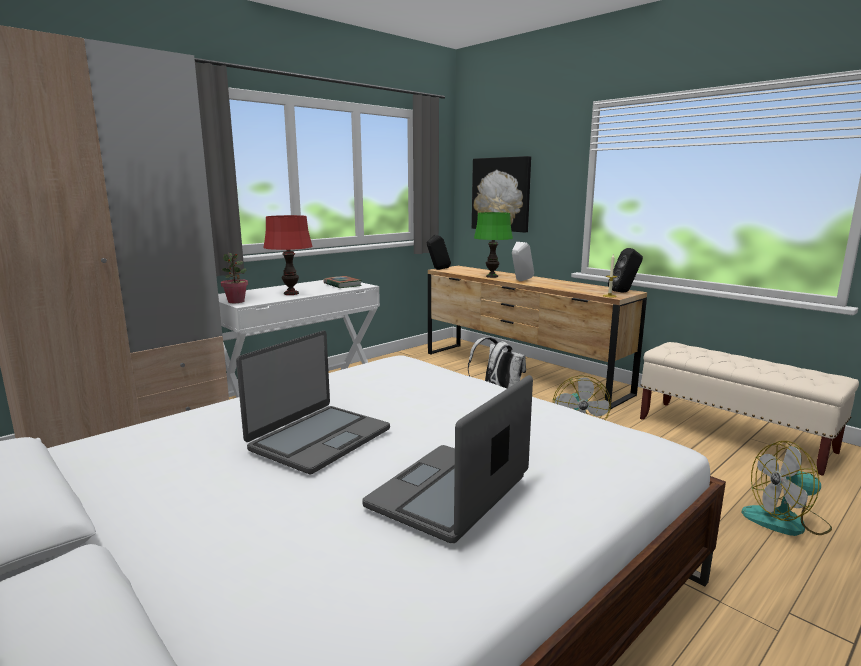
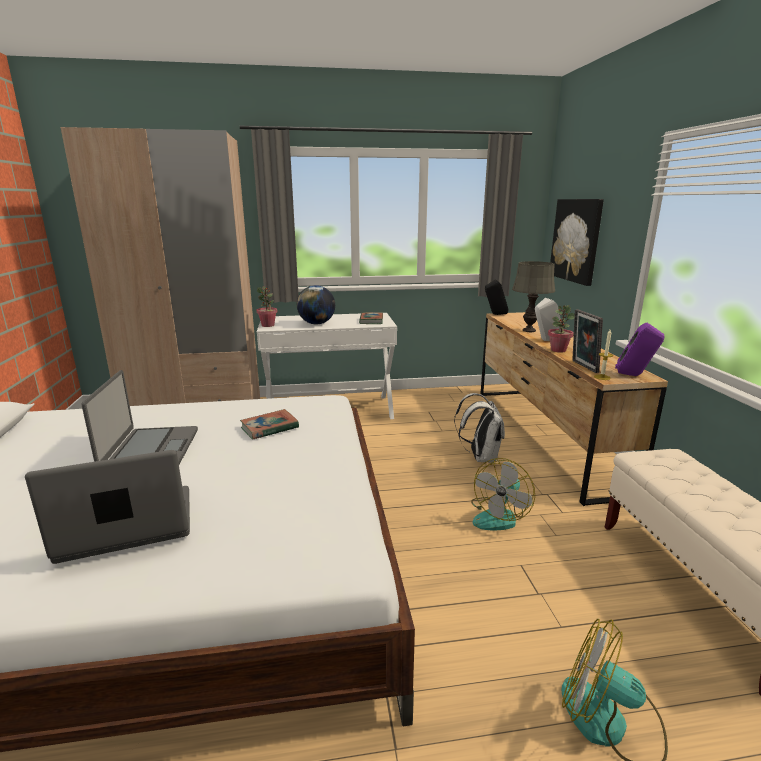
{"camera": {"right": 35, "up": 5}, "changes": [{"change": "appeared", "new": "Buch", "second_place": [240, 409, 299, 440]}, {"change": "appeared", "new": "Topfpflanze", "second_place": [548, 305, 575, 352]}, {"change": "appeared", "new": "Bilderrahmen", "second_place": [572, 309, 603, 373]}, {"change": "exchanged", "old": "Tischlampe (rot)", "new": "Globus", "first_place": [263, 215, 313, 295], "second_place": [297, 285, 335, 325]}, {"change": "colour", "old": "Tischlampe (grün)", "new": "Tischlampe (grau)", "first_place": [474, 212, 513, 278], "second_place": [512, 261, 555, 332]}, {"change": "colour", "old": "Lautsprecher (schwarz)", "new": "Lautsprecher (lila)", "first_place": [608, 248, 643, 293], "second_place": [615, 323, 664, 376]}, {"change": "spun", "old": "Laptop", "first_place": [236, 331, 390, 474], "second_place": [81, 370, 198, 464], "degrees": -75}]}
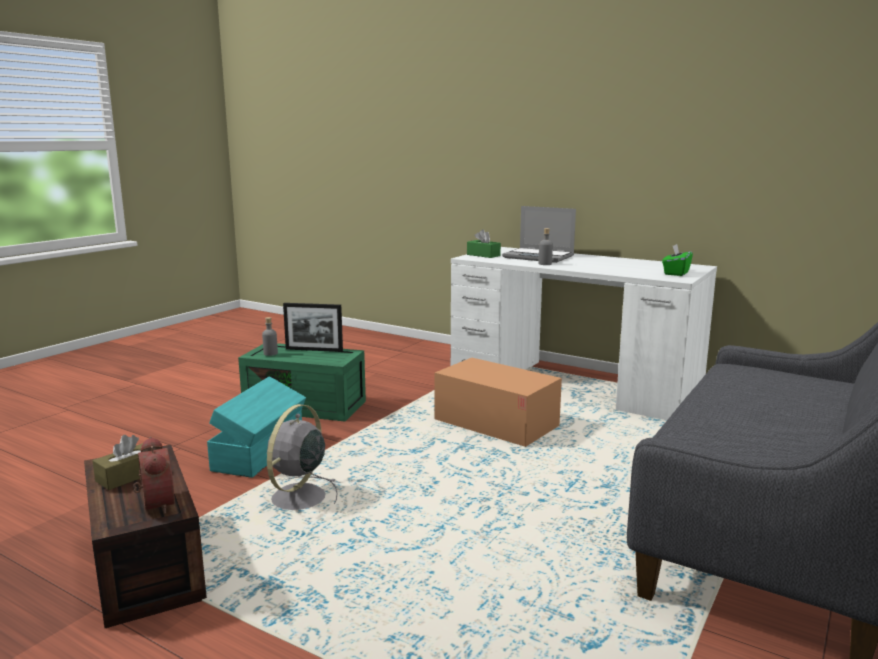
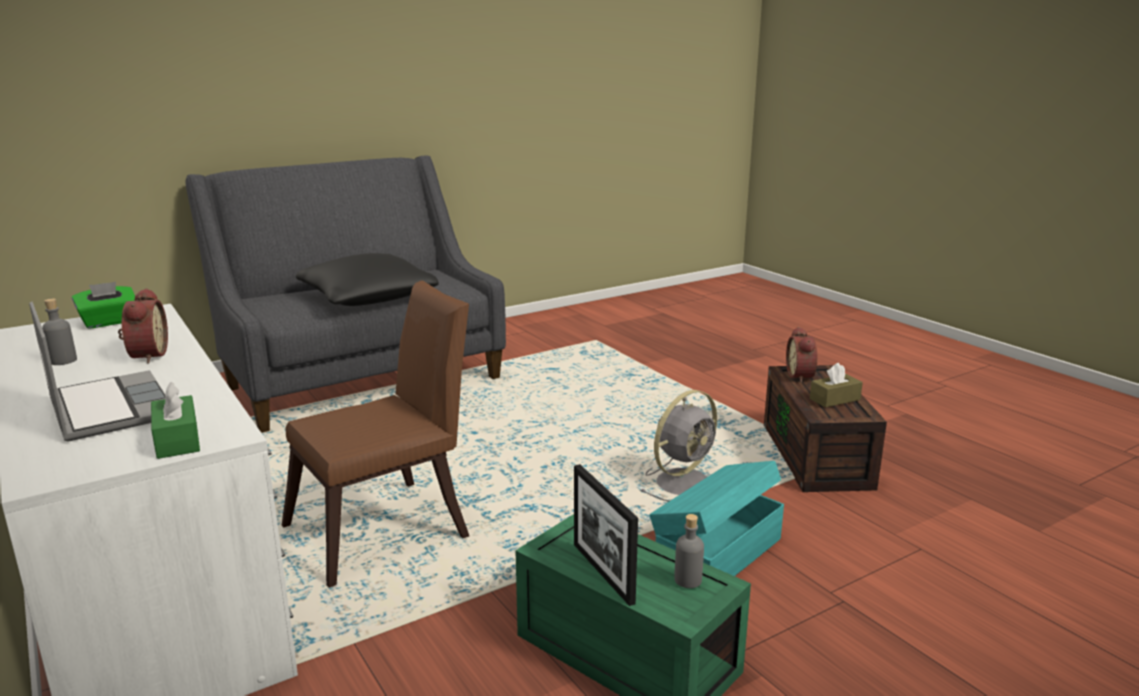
{"camera": {"right": -155, "up": 5}, "changes": [{"change": "appeared", "new": "Wecker", "second_place": [118, 288, 168, 364]}, {"change": "appeared", "new": "Kissen (schwarz)", "second_place": [296, 253, 439, 306]}, {"change": "relocated", "old": "Flasche (grau)", "first_place": [538, 228, 553, 265], "second_place": [42, 299, 77, 365]}, {"change": "exchanged", "old": "Karton", "new": "Stuhl (braun)", "first_place": [434, 358, 562, 447], "second_place": [282, 280, 469, 588]}, {"change": "spun", "old": "Bilderrahmen", "first_place": [283, 303, 343, 352], "second_place": [574, 464, 638, 606], "degrees": -150}]}
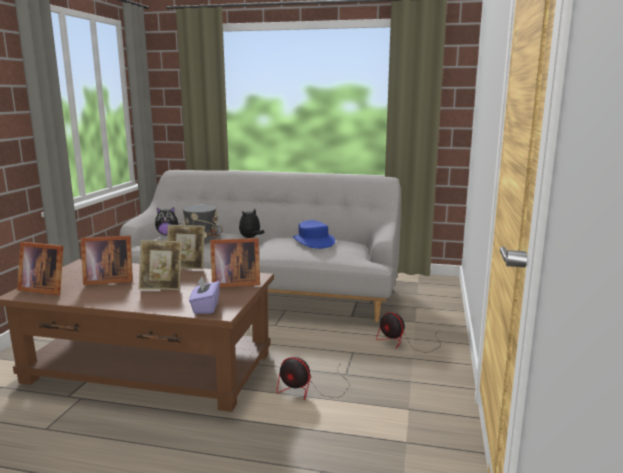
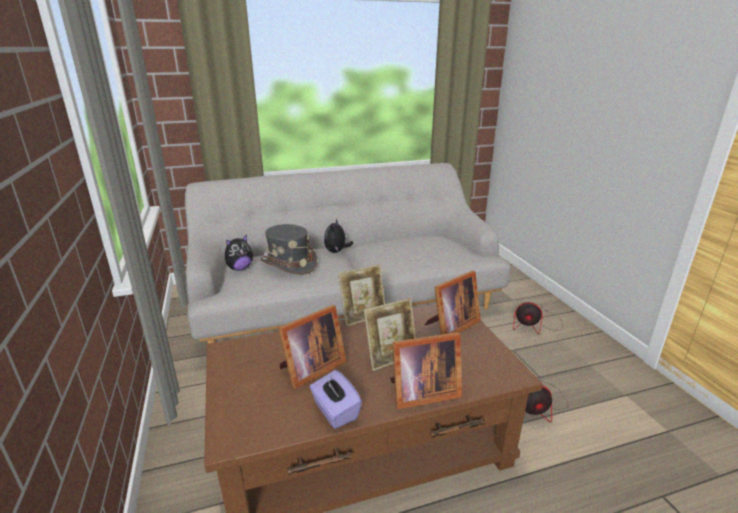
{"camera": {"right": -30, "up": 10}, "changes": [{"change": "missing", "old": "Hut (blau)", "first_place": [293, 220, 335, 249]}, {"change": "relocated", "old": "Bilderrahmen", "first_place": [17, 242, 63, 295], "second_place": [390, 332, 462, 409]}, {"change": "relocated", "old": "Taschentuchbox (lila)", "first_place": [189, 277, 220, 314], "second_place": [309, 370, 362, 429]}]}
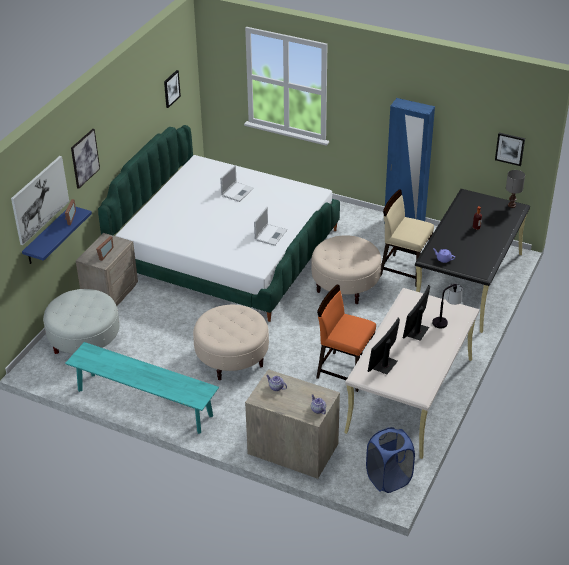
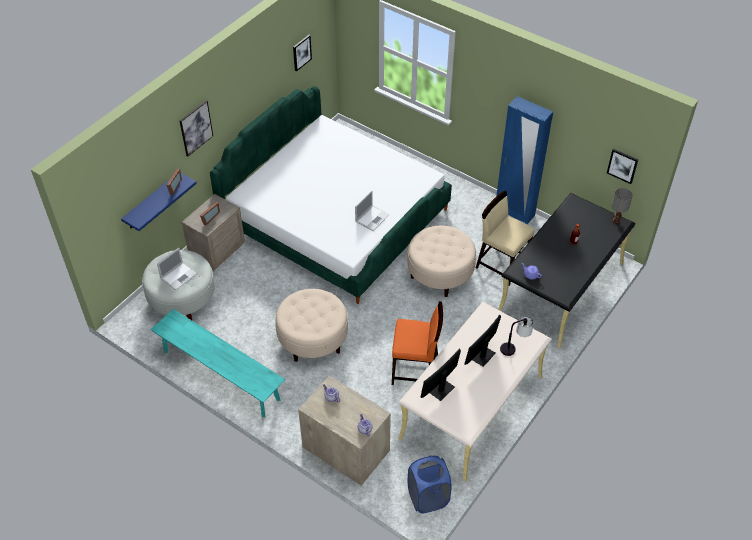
{"camera": {"right": 10, "up": 10}, "changes": [{"change": "missing", "old": "Bild", "first_place": [11, 156, 69, 245]}, {"change": "relocated", "old": "Laptop", "first_place": [220, 165, 254, 202], "second_place": [157, 248, 197, 290]}, {"change": "spun", "old": "Stuhl (orange)", "first_place": [316, 285, 376, 392], "second_place": [392, 301, 443, 385], "degrees": 150}]}
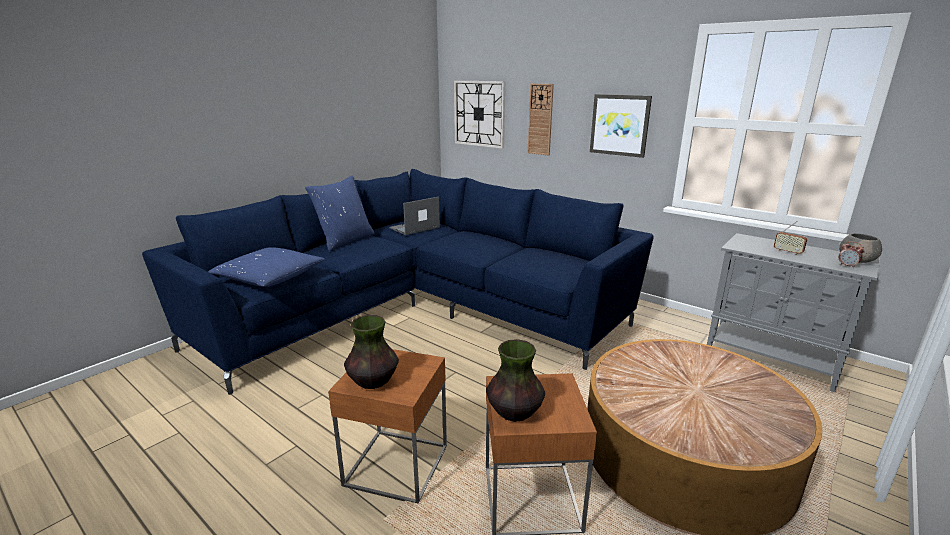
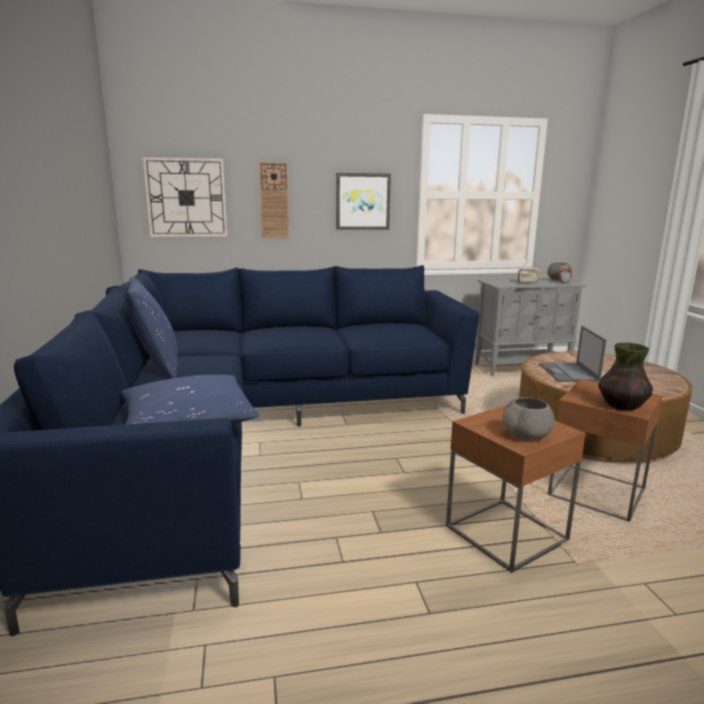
{"camera": {"right": -50, "up": -5}, "changes": [{"change": "relocated", "old": "Laptop", "first_place": [389, 197, 440, 235], "second_place": [539, 326, 606, 382]}, {"change": "exchanged", "old": "Vase", "new": "Schüssel (grau)", "first_place": [344, 315, 399, 389], "second_place": [503, 397, 555, 440]}]}
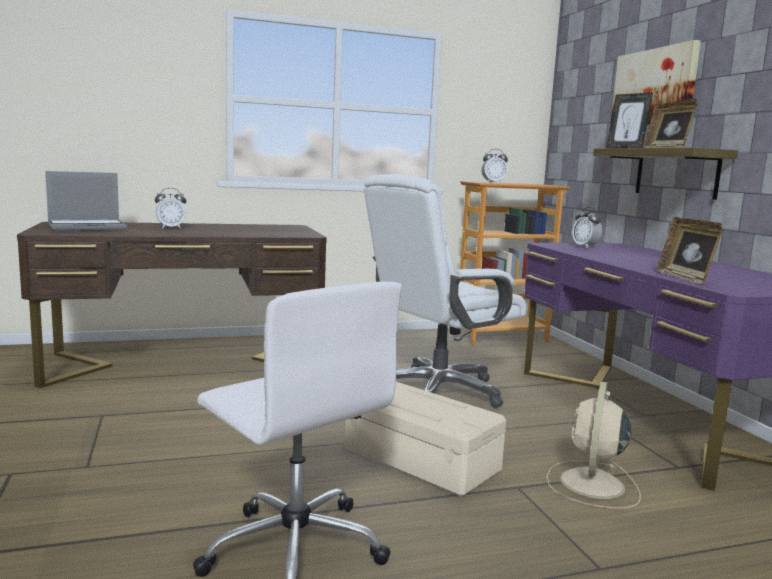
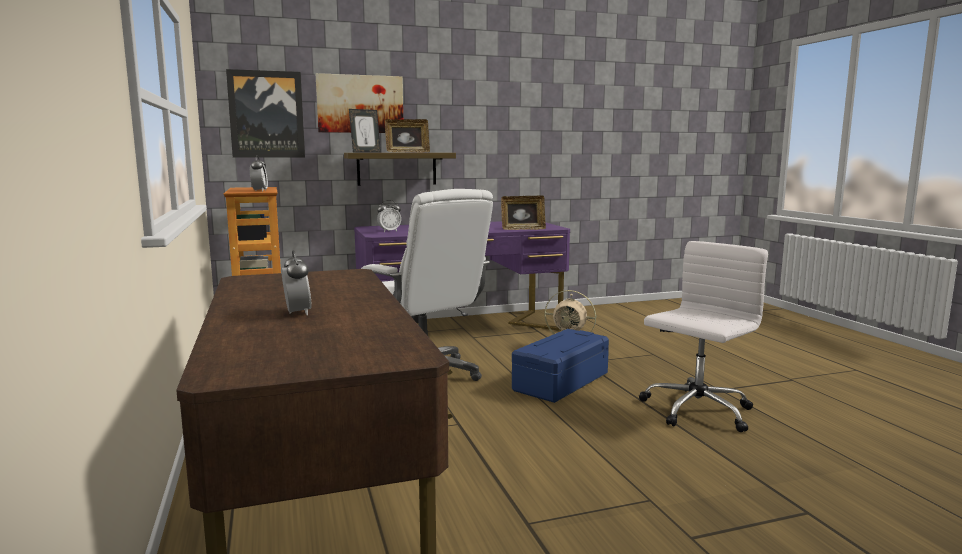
{"camera": {"right": -90, "up": 0}, "changes": [{"change": "missing", "old": "Laptop", "first_place": [45, 171, 127, 231]}, {"change": "appeared", "new": "Bild", "second_place": [226, 69, 305, 158]}, {"change": "colour", "old": "Aufbewahrungsbox (beige)", "new": "Aufbewahrungsbox (blau)", "first_place": [344, 382, 506, 497], "second_place": [512, 329, 609, 403]}]}
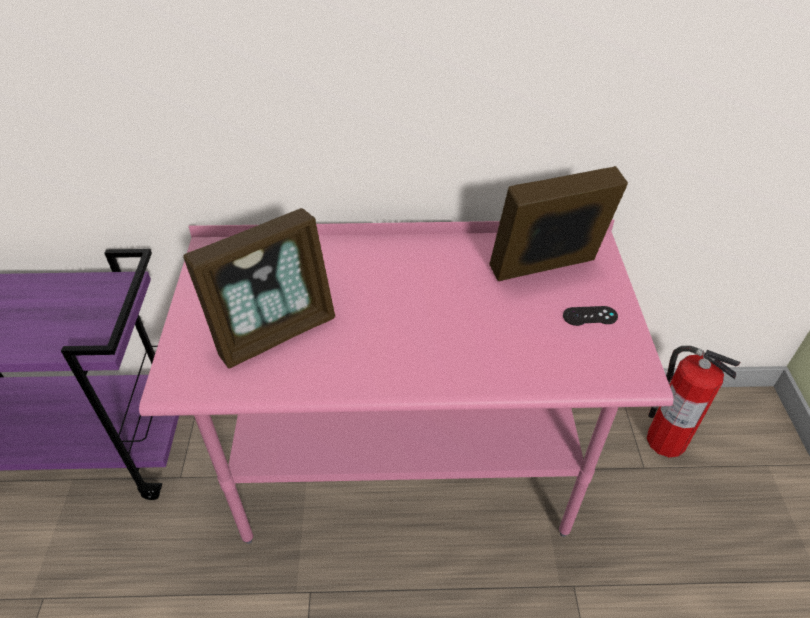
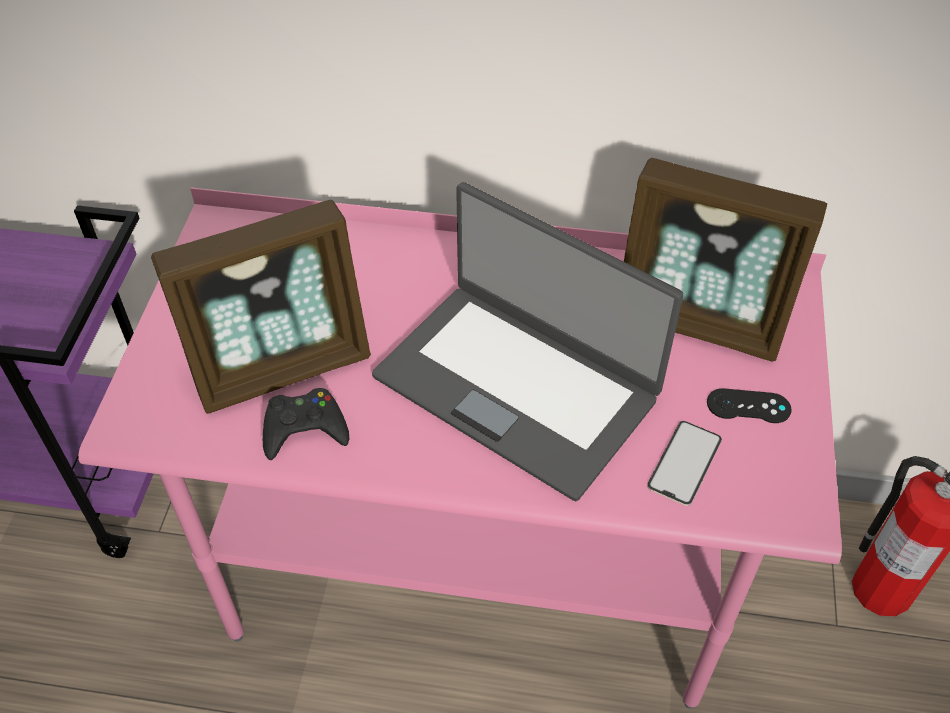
{"camera": {"right": 10, "up": 5}, "changes": [{"change": "appeared", "new": "Gamepad (schwarz)", "second_place": [263, 388, 349, 460]}, {"change": "appeared", "new": "Laptop", "second_place": [372, 182, 683, 501]}, {"change": "appeared", "new": "Handy", "second_place": [647, 421, 722, 506]}, {"change": "spun", "old": "Bilderrahmen", "first_place": [489, 166, 628, 281], "second_place": [623, 158, 827, 362], "degrees": -150}]}
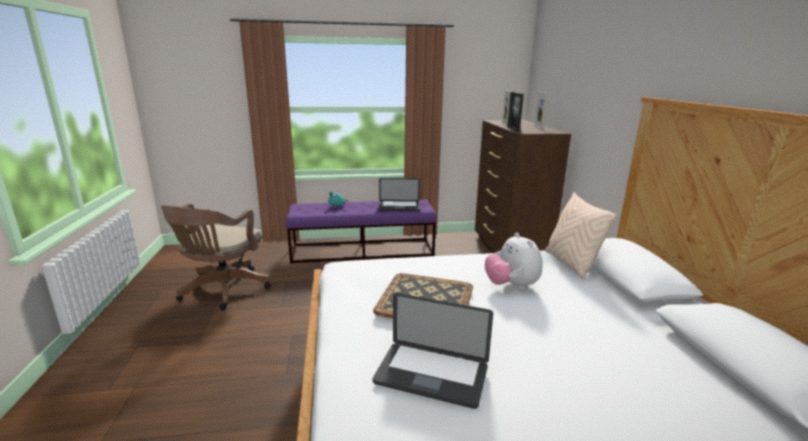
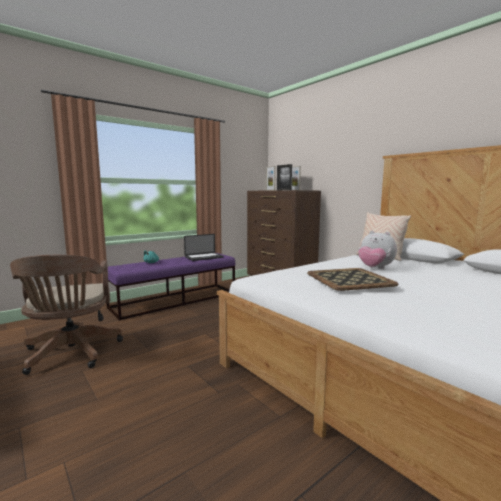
{"camera": {"right": -30, "up": -10}, "changes": [{"change": "missing", "old": "Laptop", "first_place": [373, 293, 493, 409]}]}
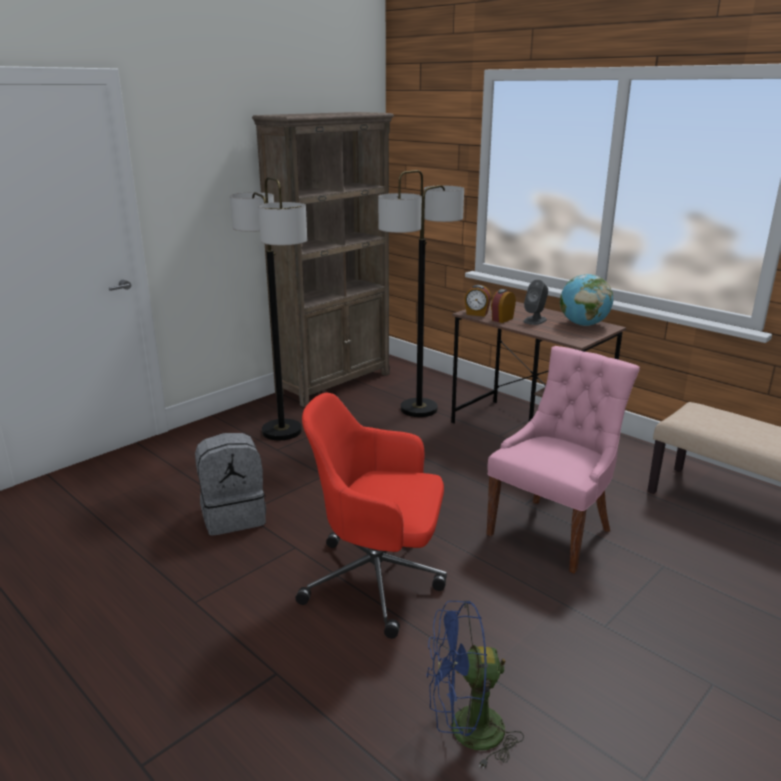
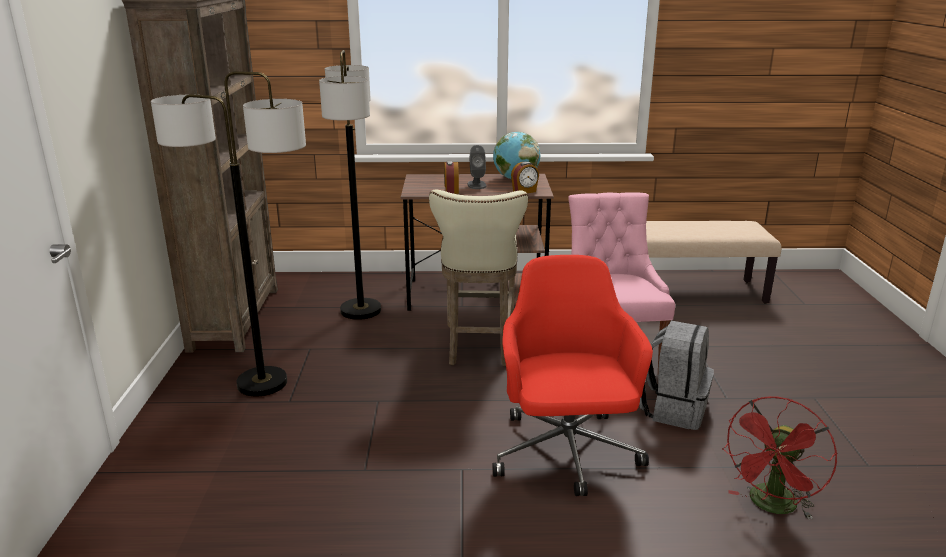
{"camera": {"right": -45, "up": 0}, "changes": [{"change": "appeared", "new": "Hocker (beige)", "second_place": [429, 190, 528, 366]}, {"change": "relocated", "old": "Rucksack (grau)", "first_place": [195, 433, 266, 536], "second_place": [639, 321, 714, 430]}, {"change": "relocated", "old": "Wecker", "first_place": [465, 285, 491, 317], "second_place": [511, 162, 539, 193]}, {"change": "colour", "old": "Ventilator (blau)", "new": "Ventilator (rot)", "first_place": [427, 601, 524, 770], "second_place": [722, 396, 838, 520]}, {"change": "spun", "old": "Bürostuhl (rot)", "first_place": [295, 392, 447, 639], "second_place": [492, 255, 653, 496], "degrees": 120}]}
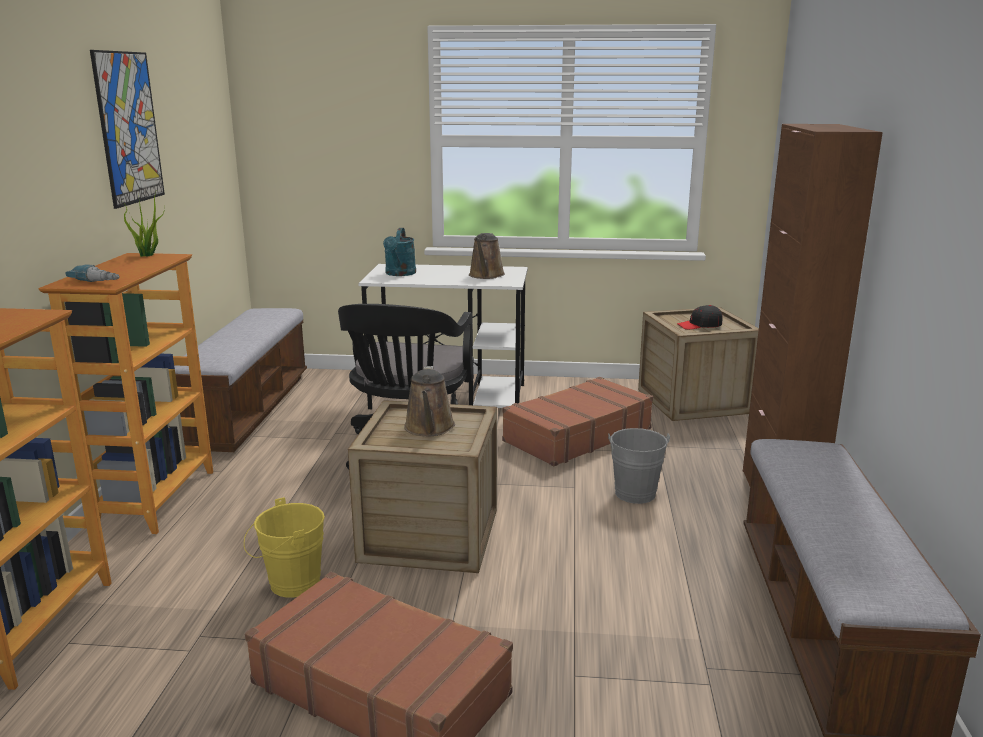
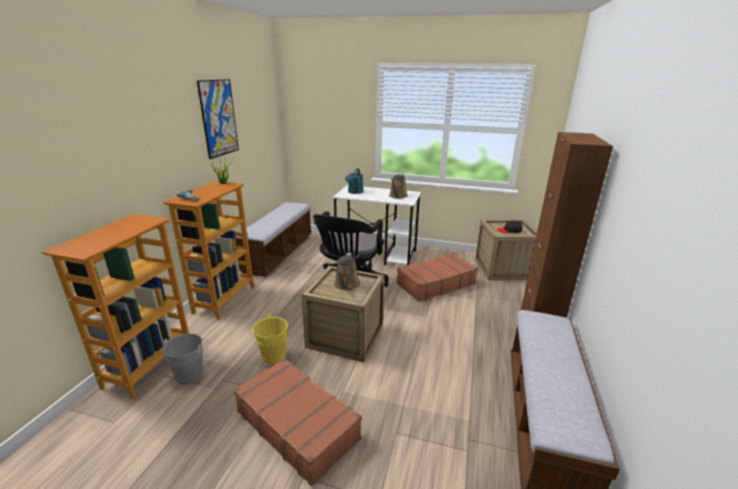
{"camera": {"right": 10, "up": 5}, "changes": [{"change": "relocated", "old": "Eimer (grau)", "first_place": [608, 428, 670, 504], "second_place": [162, 333, 209, 385]}]}
